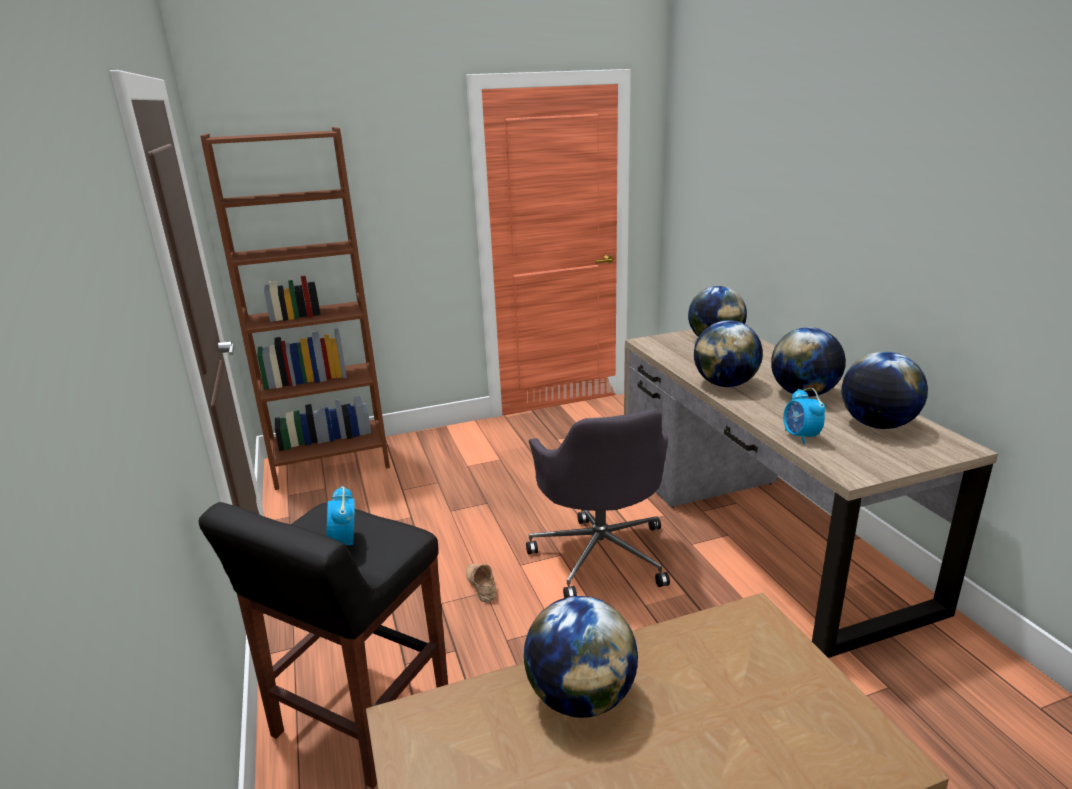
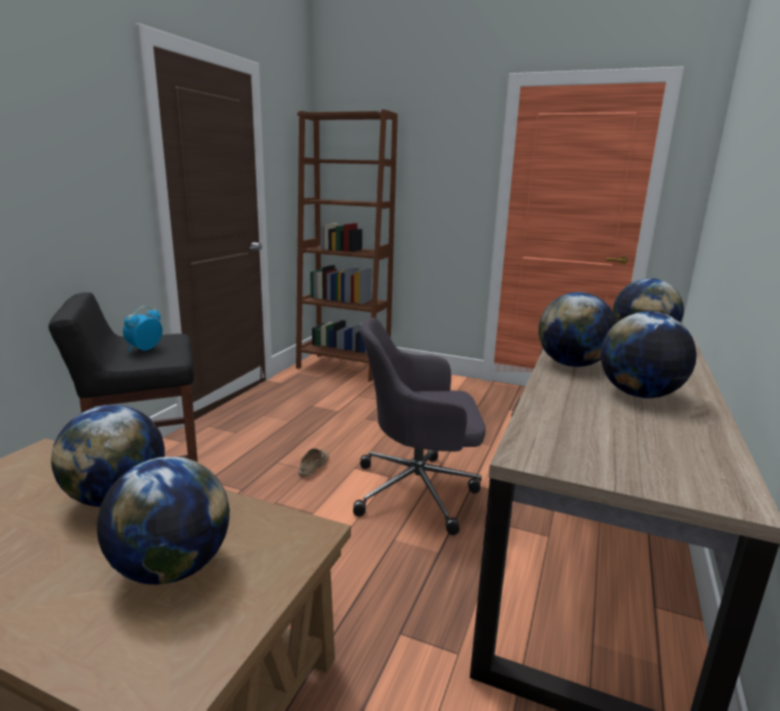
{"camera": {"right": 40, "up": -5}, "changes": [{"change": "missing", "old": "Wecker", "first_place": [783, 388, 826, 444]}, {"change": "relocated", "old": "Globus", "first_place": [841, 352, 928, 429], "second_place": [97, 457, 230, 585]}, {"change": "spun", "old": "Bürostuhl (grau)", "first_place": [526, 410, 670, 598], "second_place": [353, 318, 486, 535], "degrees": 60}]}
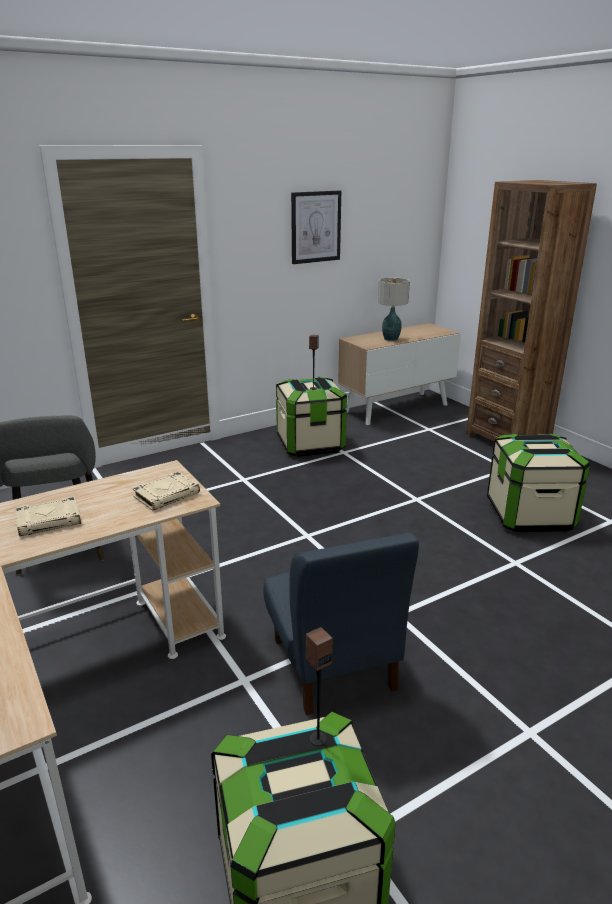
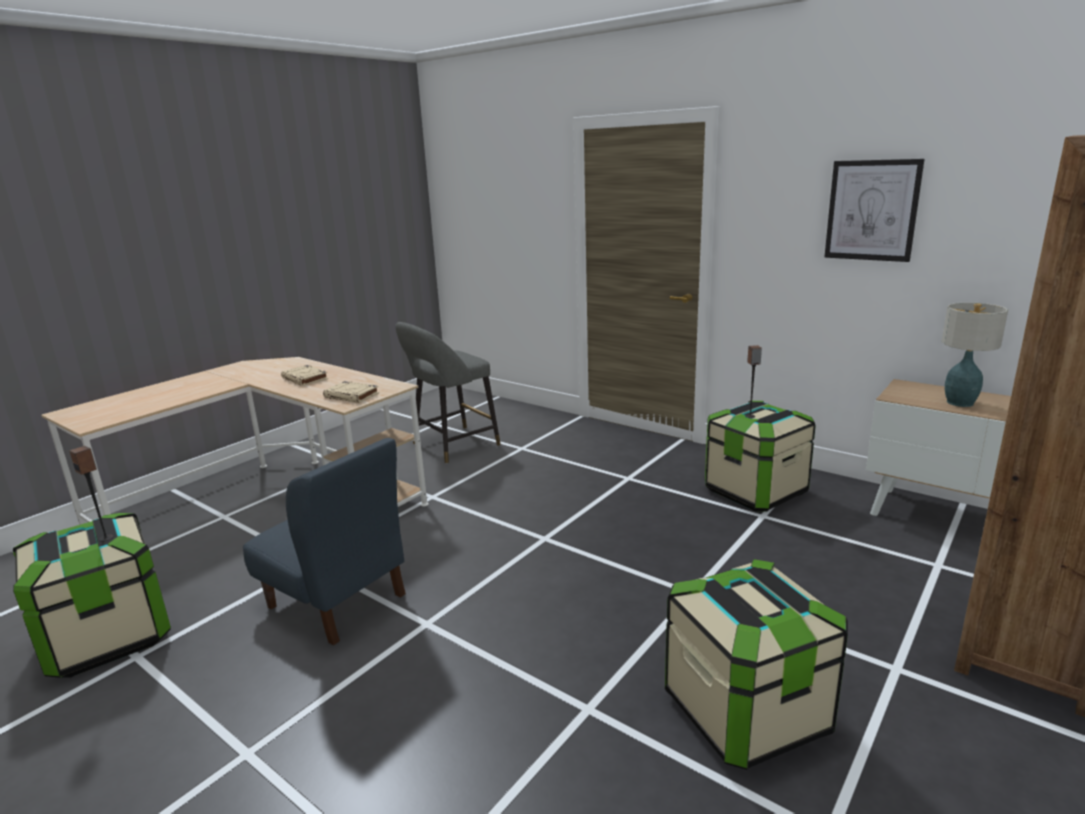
{"camera": {"right": 70, "up": -5}, "changes": [{"change": "spun", "old": "Stuhl (blau)", "first_place": [263, 532, 419, 716], "second_place": [243, 438, 406, 645], "degrees": -105}]}
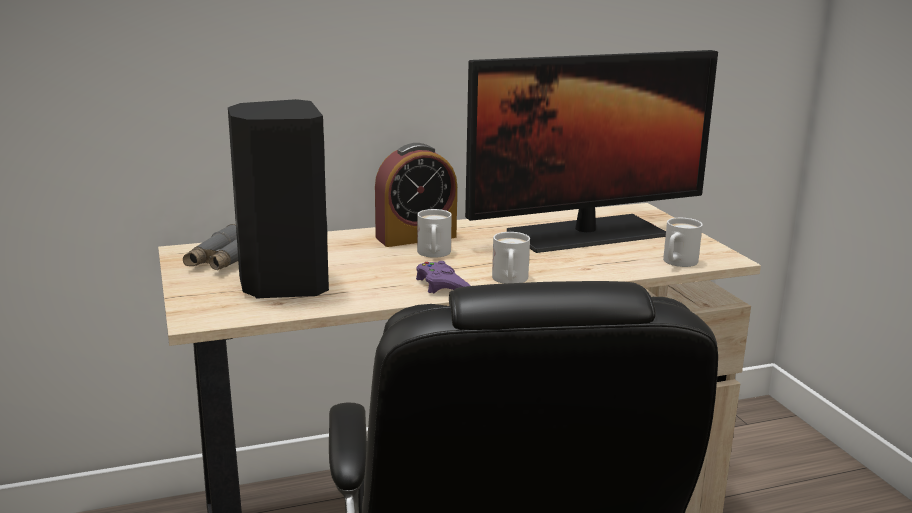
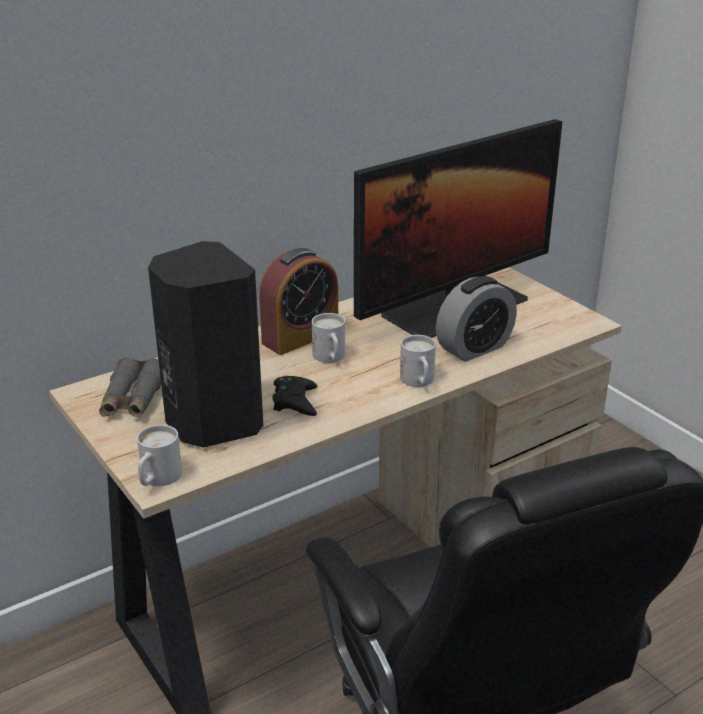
{"camera": {"right": -15, "up": 10}, "changes": [{"change": "missing", "old": "Gamepad (lila)", "first_place": [416, 261, 471, 294]}, {"change": "appeared", "new": "Gamepad (schwarz)", "second_place": [272, 376, 317, 416]}, {"change": "appeared", "new": "Wecker", "second_place": [436, 276, 517, 362]}, {"change": "relocated", "old": "Henkelbecher (weiß)", "first_place": [663, 218, 703, 267], "second_place": [137, 425, 182, 486]}]}
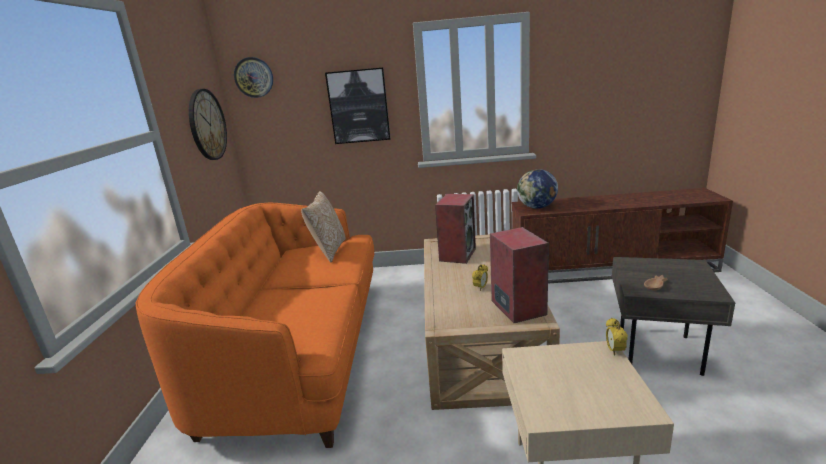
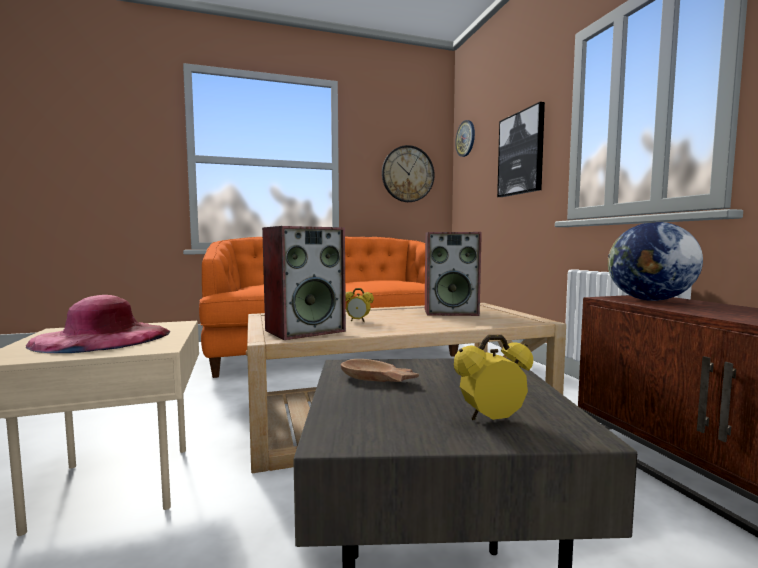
{"camera": {"right": 70, "up": -15}, "changes": [{"change": "missing", "old": "Kissen", "first_place": [301, 191, 346, 262]}, {"change": "appeared", "new": "Hut (rosa)", "second_place": [26, 295, 170, 353]}, {"change": "relocated", "old": "Wecker", "first_place": [606, 318, 628, 356], "second_place": [454, 335, 533, 420]}]}
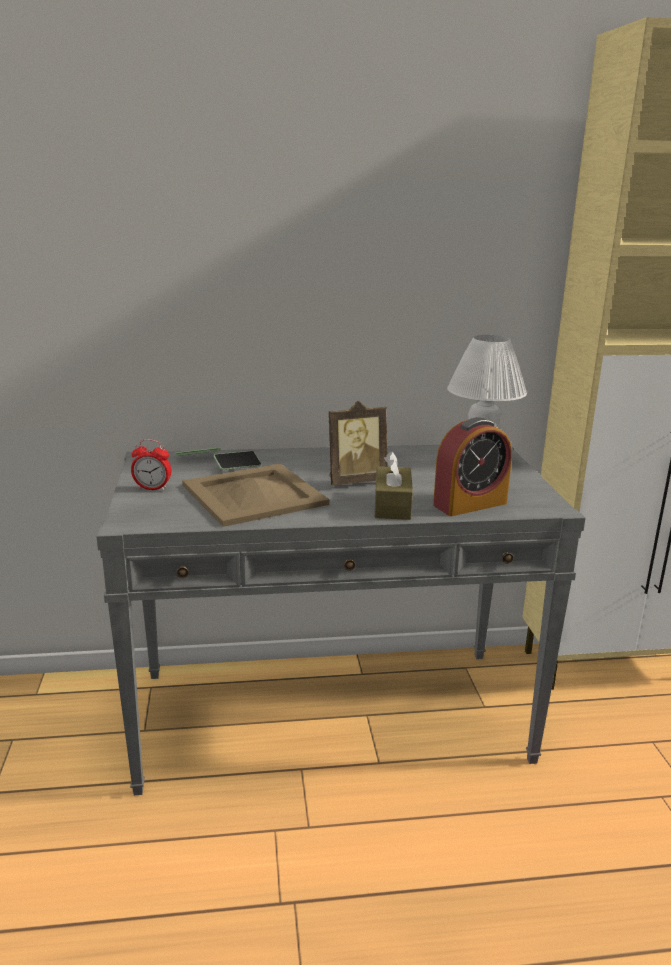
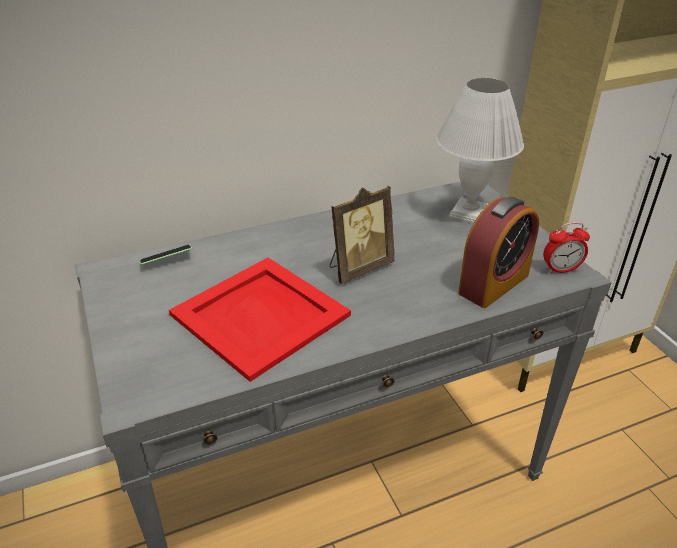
{"camera": {"right": -15, "up": 15}, "changes": [{"change": "missing", "old": "Handy", "first_place": [214, 451, 262, 470]}, {"change": "missing", "old": "Taschentuchbox (braun)", "first_place": [375, 452, 413, 520]}, {"change": "relocated", "old": "Wecker", "first_place": [131, 439, 171, 491], "second_place": [543, 222, 590, 274]}, {"change": "colour", "old": "Tablett (beige)", "new": "Tablett (rot)", "first_place": [182, 464, 329, 527], "second_place": [169, 258, 351, 382]}]}
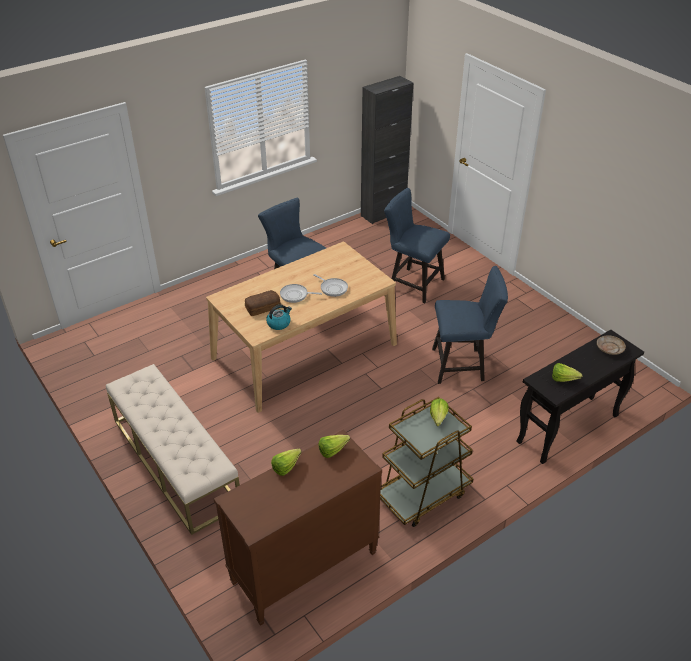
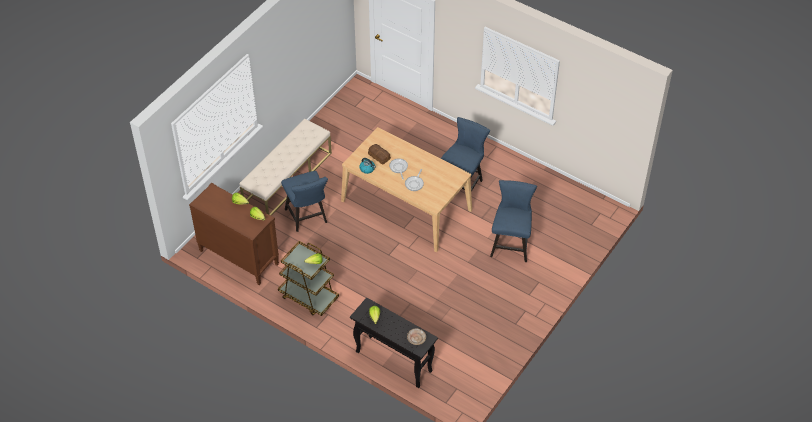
{"camera": {"right": 70, "up": 10}, "changes": [{"change": "missing", "old": "Schrank (schwarz)", "first_place": [361, 76, 413, 224]}, {"change": "relocated", "old": "Stuhl (blau)", "first_place": [432, 266, 508, 384], "second_place": [281, 171, 328, 232]}]}
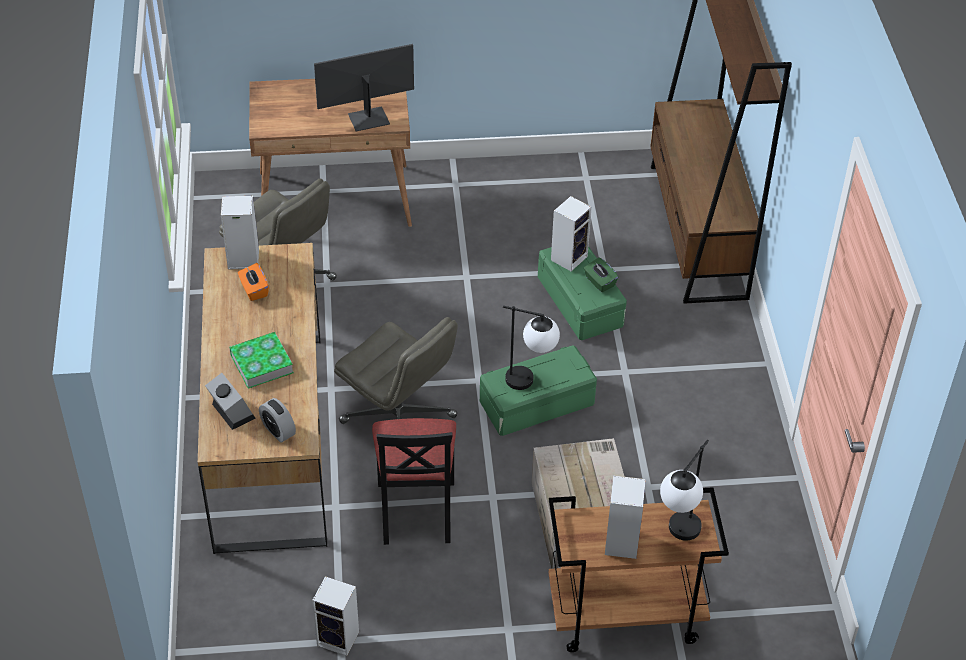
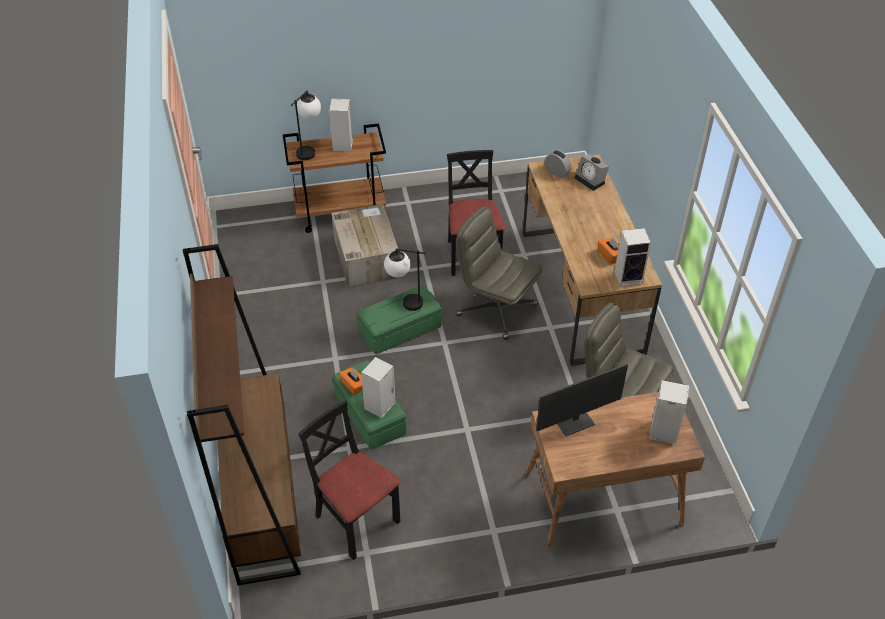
{"camera": {"right": 175, "up": 0}, "changes": [{"change": "missing", "old": "Buch", "first_place": [229, 332, 294, 389]}, {"change": "appeared", "new": "Stuhl (schwarz)", "second_place": [298, 401, 401, 560]}, {"change": "relocated", "old": "Lautsprecher", "first_place": [312, 576, 359, 656], "second_place": [649, 380, 689, 445]}, {"change": "colour", "old": "Taschentuchbox (grün)", "new": "Taschentuchbox (orange)", "first_place": [584, 257, 618, 292], "second_place": [339, 368, 363, 395]}]}
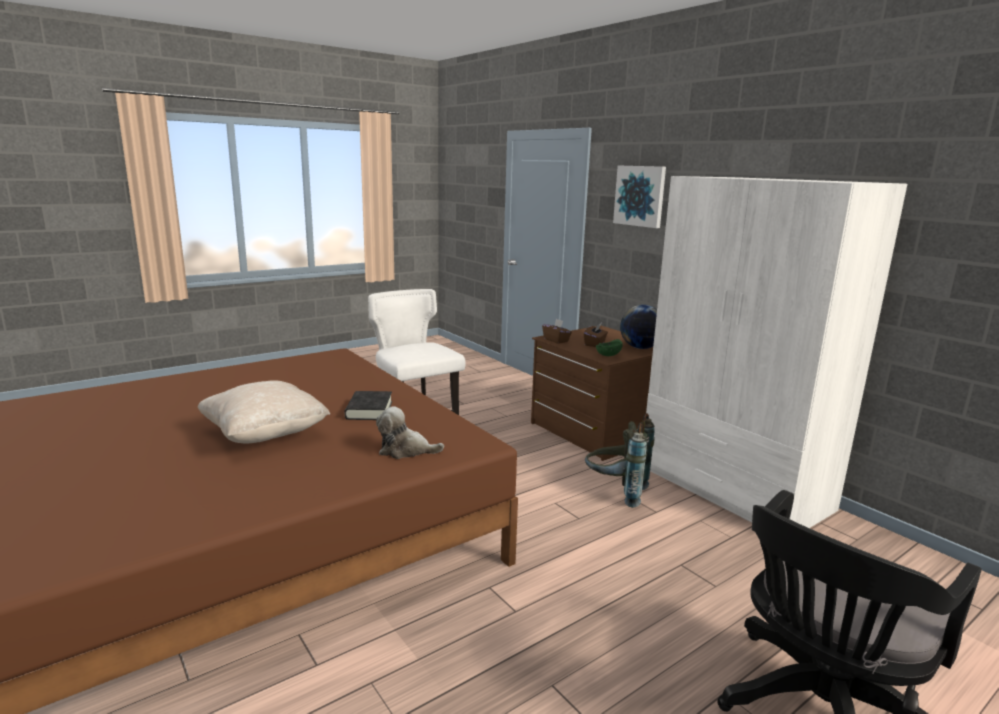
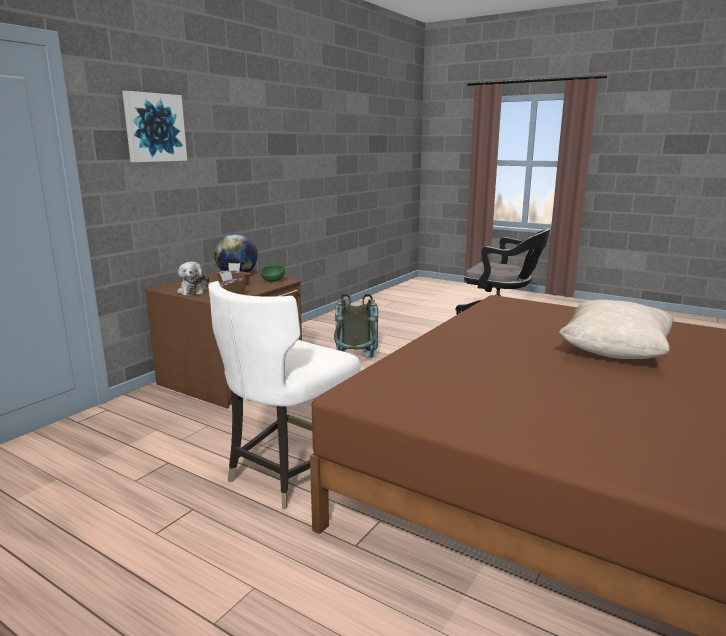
{"camera": {"right": -110, "up": 0}, "changes": [{"change": "missing", "old": "Buch (schwarz)", "first_place": [345, 391, 392, 420]}, {"change": "missing", "old": "Kleiderschrank (weiß)", "first_place": [646, 176, 907, 528]}, {"change": "relocated", "old": "Plüschtier", "first_place": [376, 406, 444, 459], "second_place": [177, 262, 209, 296]}]}
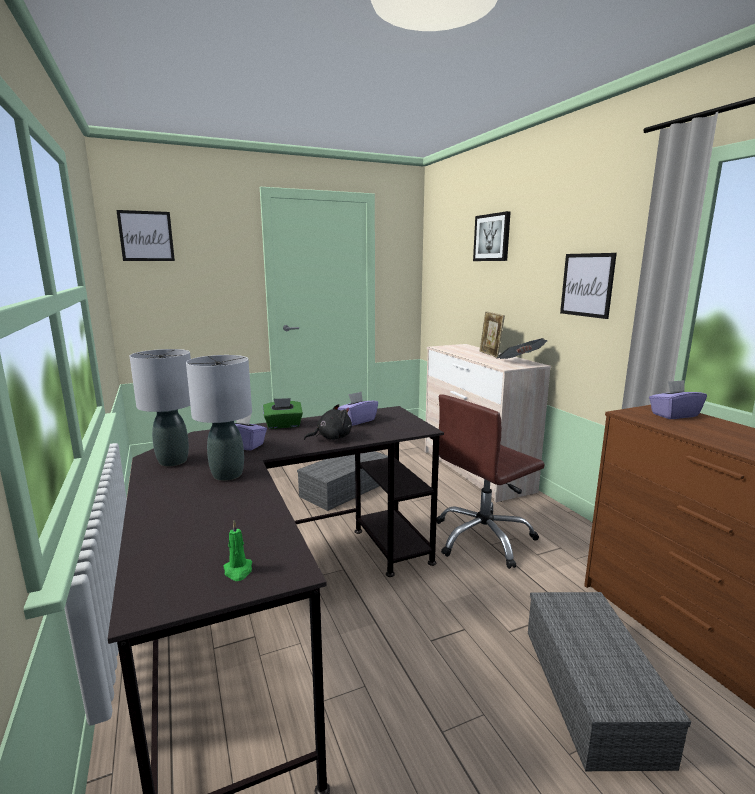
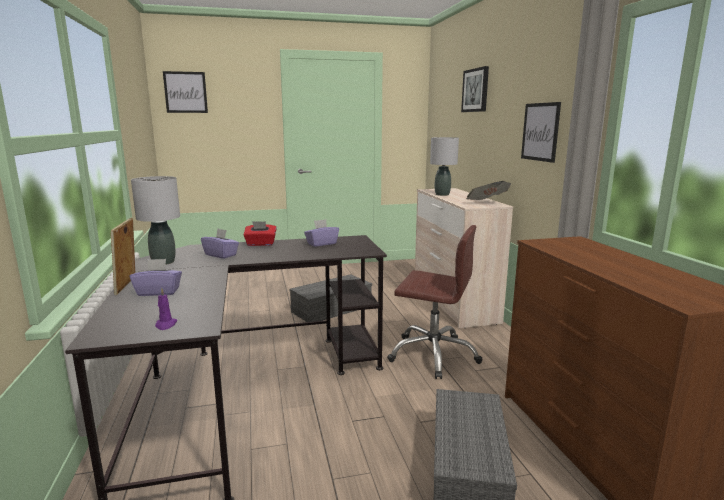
{"camera": {"right": 10, "up": 0}, "changes": [{"change": "missing", "old": "Plüschtier (schwarz)", "first_place": [304, 404, 352, 440]}, {"change": "relocated", "old": "Tischlampe (grau)", "first_place": [186, 355, 252, 481], "second_place": [430, 137, 459, 196]}, {"change": "relocated", "old": "Bilderrahmen", "first_place": [479, 311, 505, 358], "second_place": [110, 218, 135, 295]}, {"change": "relocated", "old": "Taschentuchbox (lila)", "first_place": [649, 380, 707, 419], "second_place": [130, 259, 182, 296]}, {"change": "colour", "old": "Kerze (grün)", "new": "Kerze (lila)", "first_place": [223, 521, 252, 581], "second_place": [155, 288, 178, 330]}, {"change": "colour", "old": "Taschentuchbox (grün)", "new": "Taschentuchbox (rot)", "first_place": [263, 398, 303, 429], "second_place": [243, 221, 277, 246]}, {"change": "spun", "old": "Bürostuhl (braun)", "first_place": [436, 394, 545, 569], "second_place": [387, 225, 482, 379], "degrees": -135}]}
